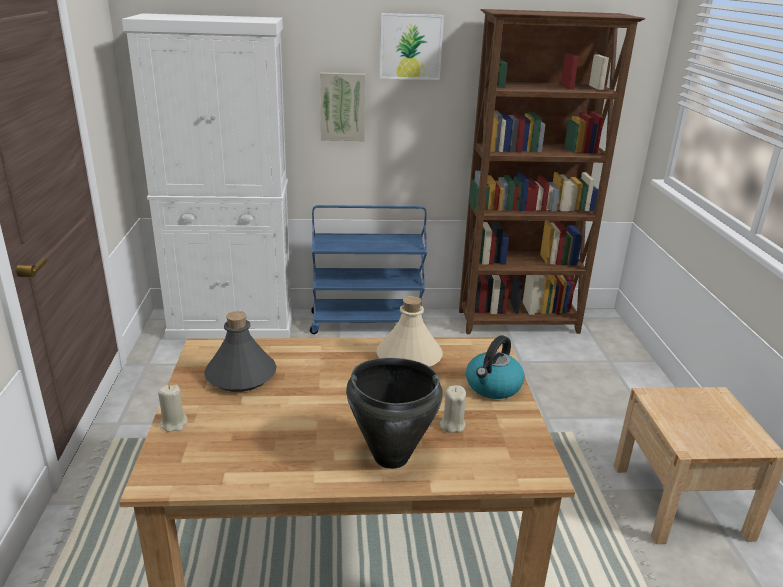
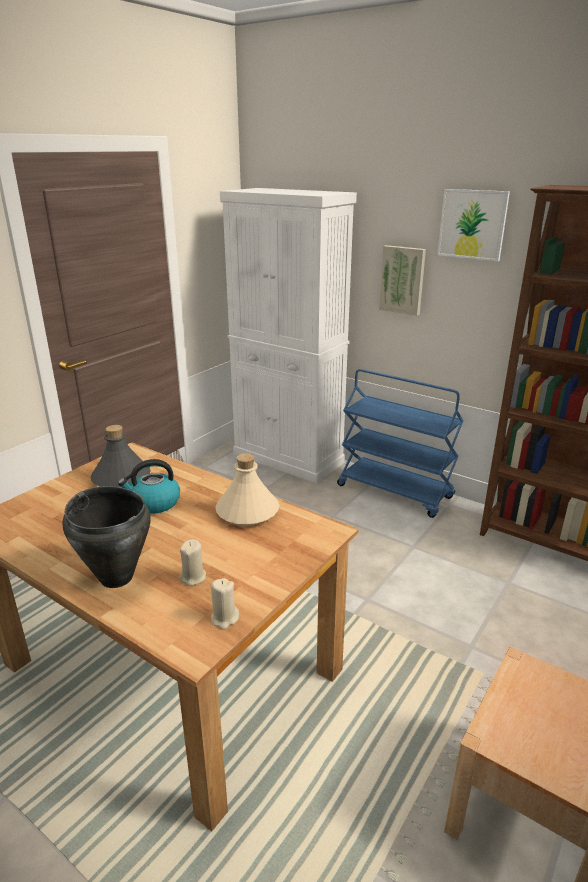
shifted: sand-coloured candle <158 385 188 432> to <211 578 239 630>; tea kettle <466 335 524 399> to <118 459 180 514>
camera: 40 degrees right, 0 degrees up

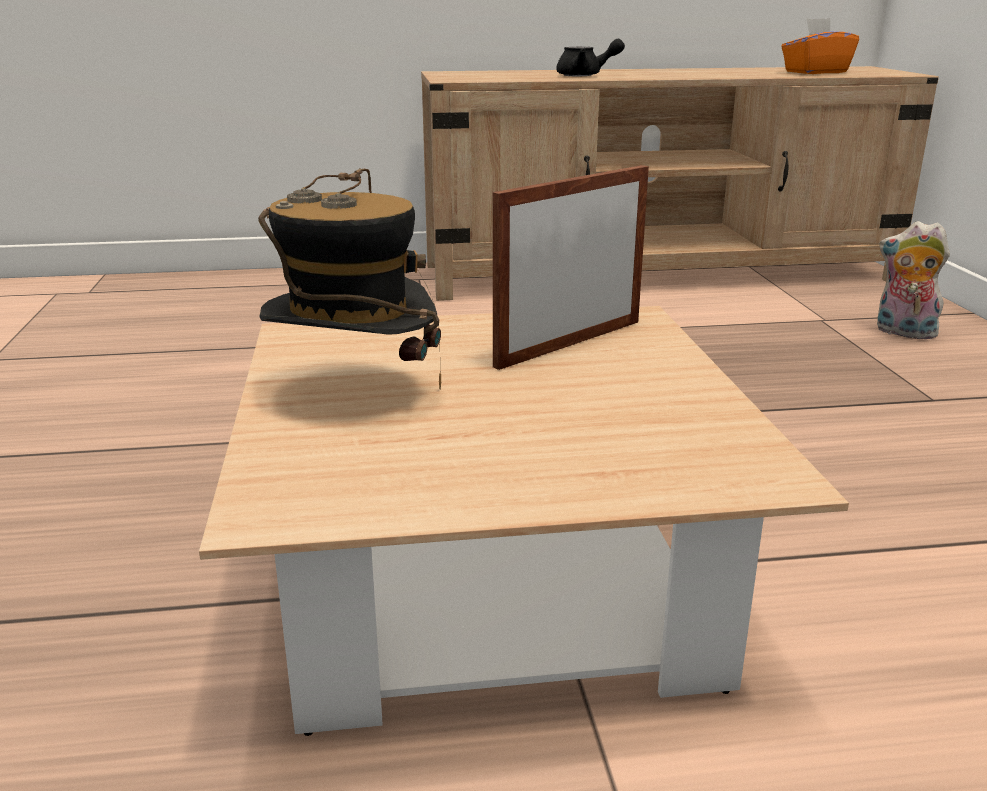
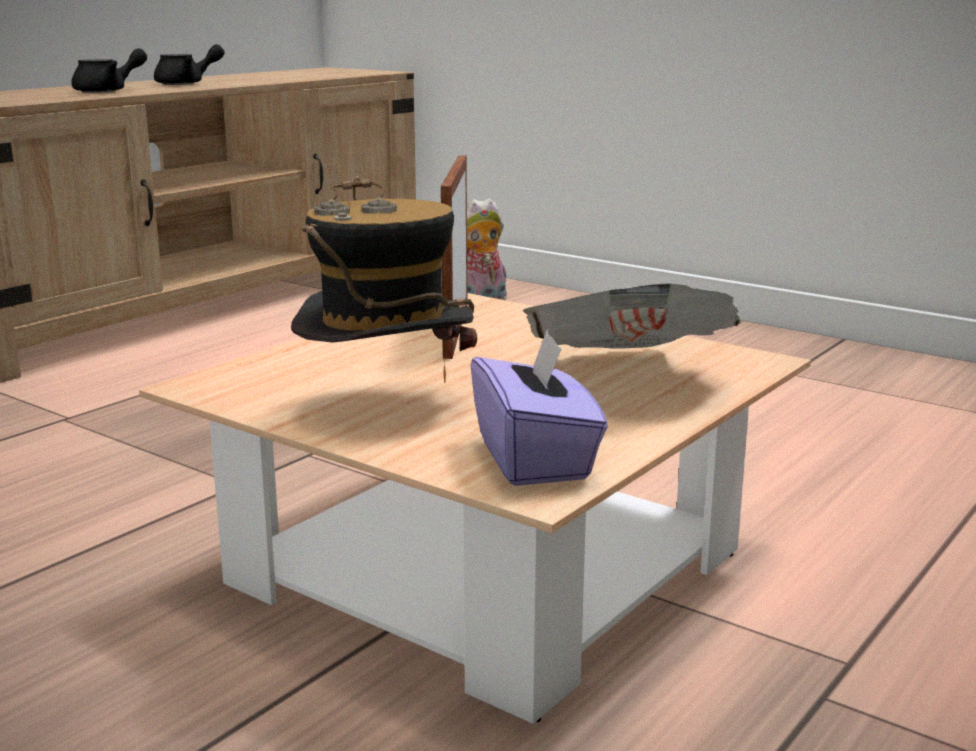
gone: orangey tissue box <781 18 859 74>
new: black-coloured tea pot <154 44 225 85>; purplish tissue box <470 329 608 486>; daily paper <522 284 742 349>
camera: 45 degrees left, 5 degrees down

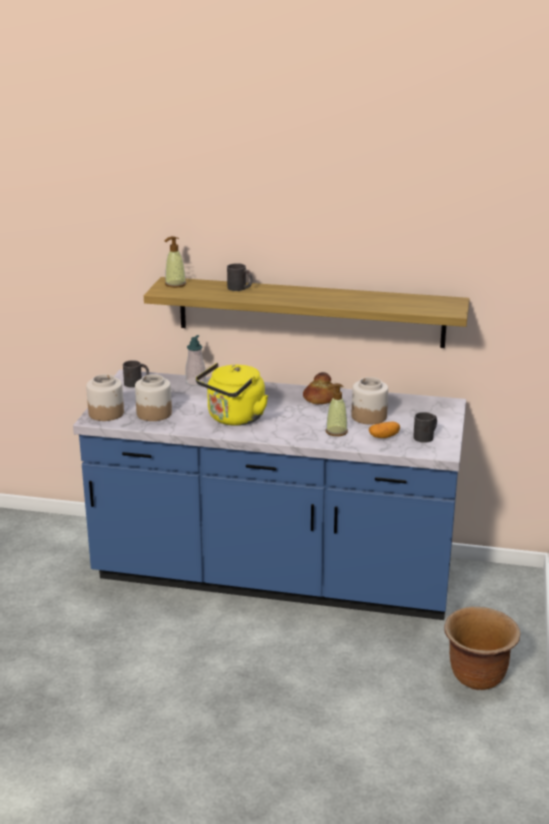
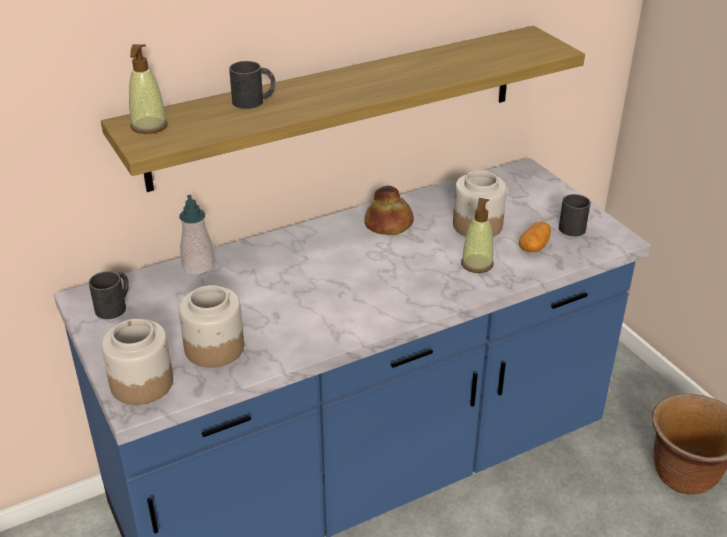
gone: yellow-coloured tea kettle <196 363 268 426>
camera: 40 degrees left, 10 degrees up

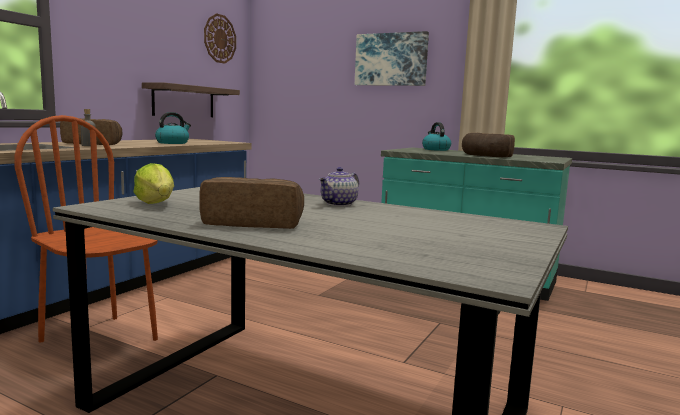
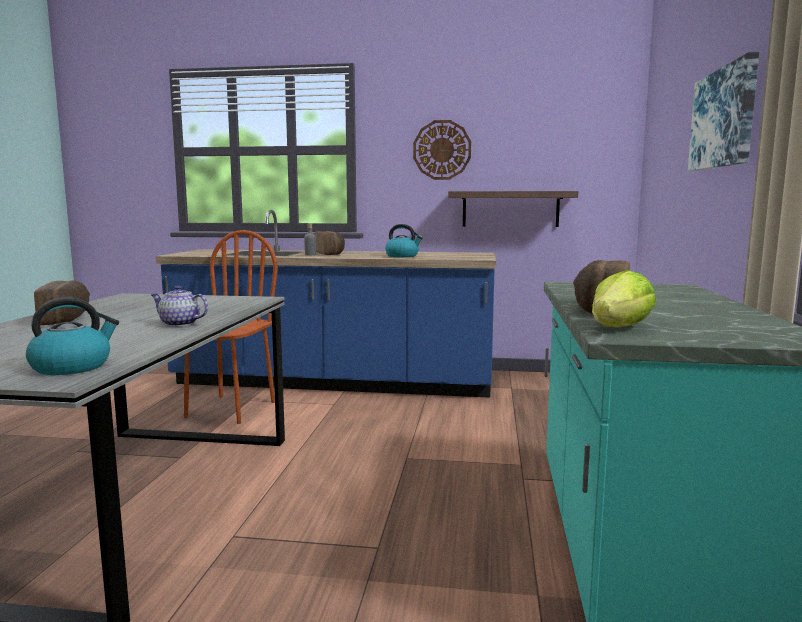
shifted: lettuce head <133 163 174 204> to <592 270 656 327>; hanging clock <204 13 236 64> to <413 120 471 180>; tea kettle <422 122 451 151> to <26 297 119 375>
camera: 70 degrees right, 0 degrees up

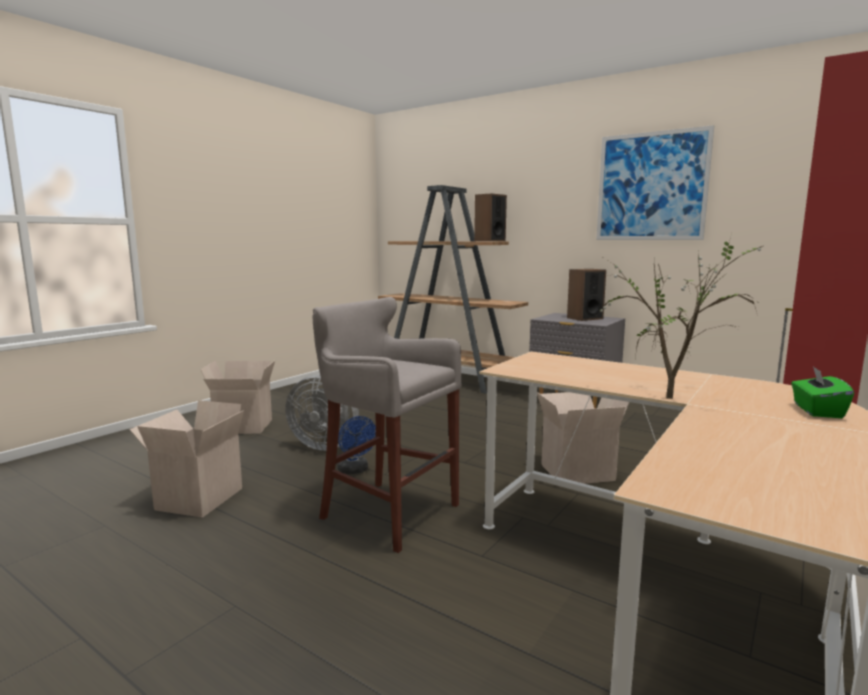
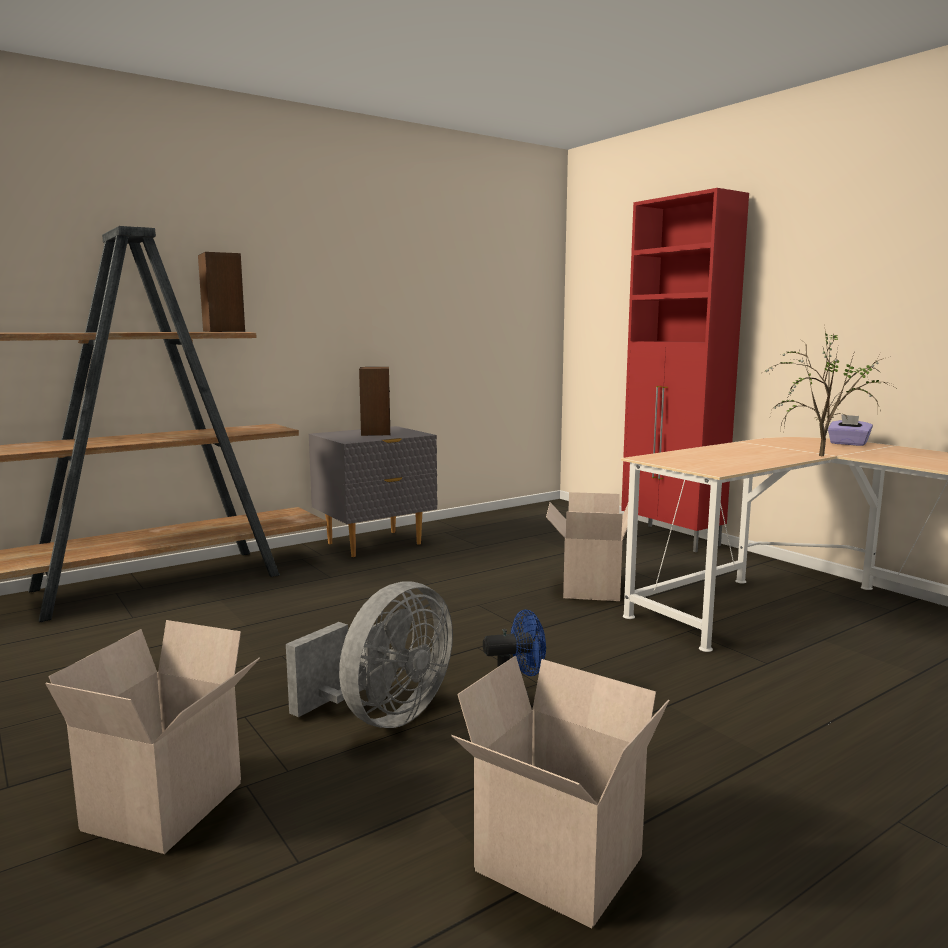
gone: greyish stool <312 297 461 553>; wall picture <597 125 714 240>
repainted: green tissue box <791 366 854 418> to purplish tissue box <828 414 873 446>
camera: 70 degrees left, 0 degrees up

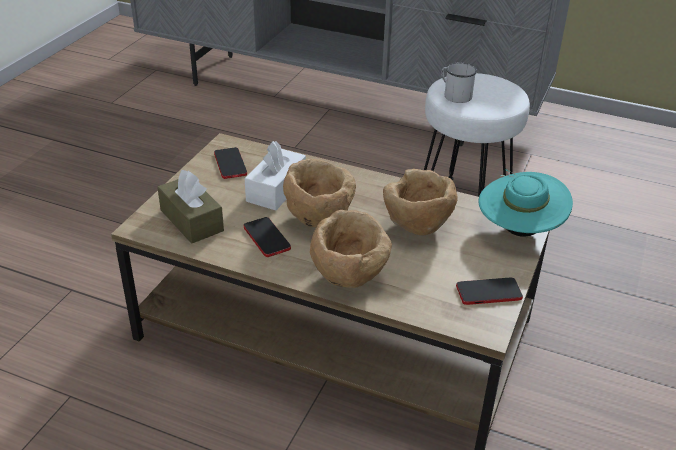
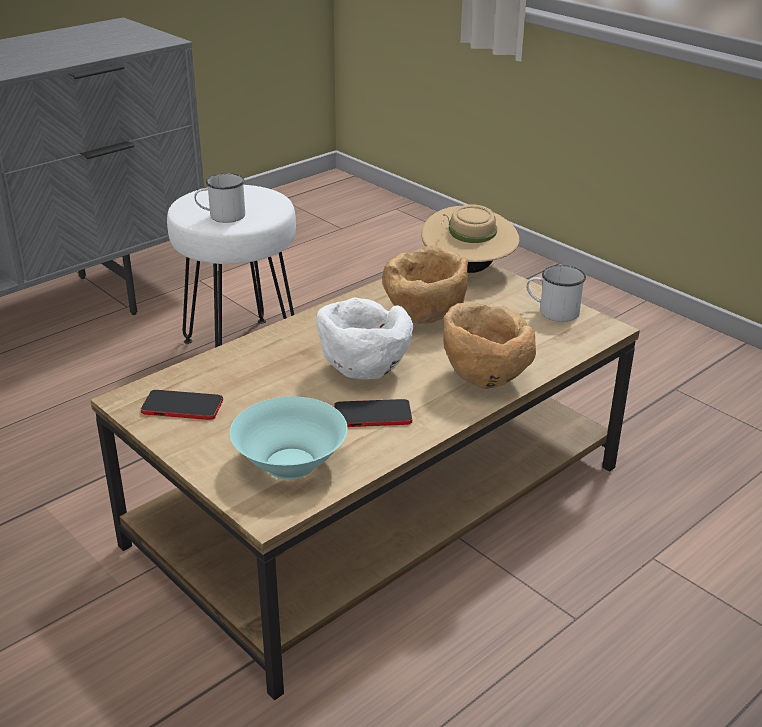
gone: whitish tissue box <245 141 306 210>
swapped: brownish tissue box <157 170 224 243> to blue-green bowl <230 396 348 480>; phone <456 278 523 305> to whitish coffee mug <527 265 586 322>
repainted: brownish bowl <283 158 356 228> to whitish bowl <316 297 413 379>; blue-green clothing hat <478 169 573 237> to sand-coloured clothing hat <421 204 520 273>
camera: 65 degrees left, 5 degrees down

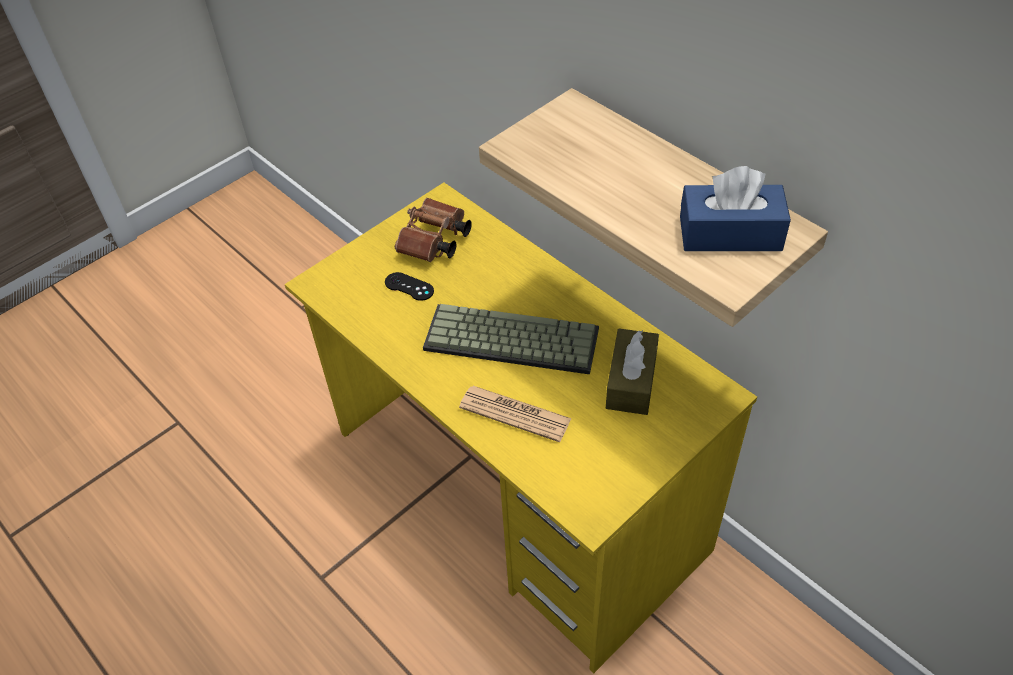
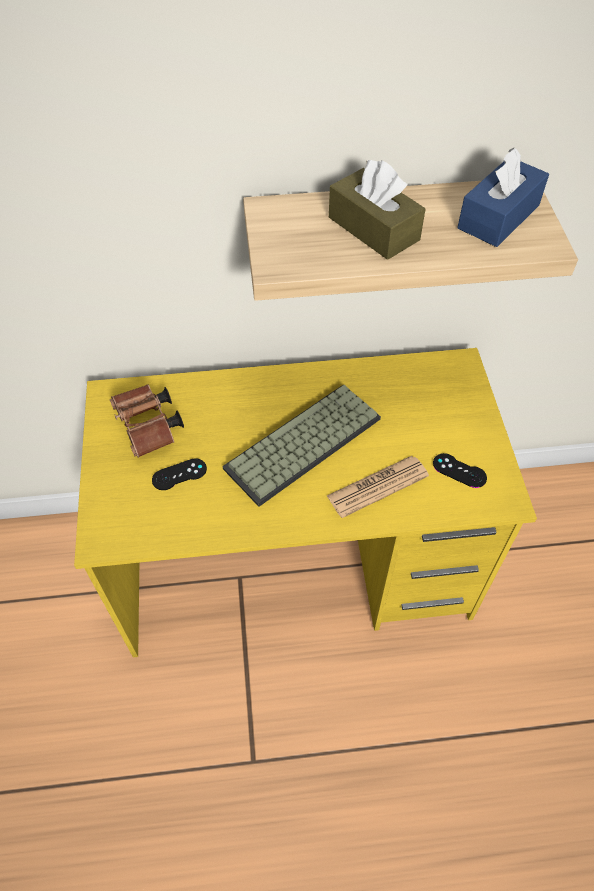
new: black-coloured game controller <433 453 487 488>
shifted: brownish tissue box <606 328 659 415> to <329 160 426 260>
camera: 55 degrees left, 5 degrees up

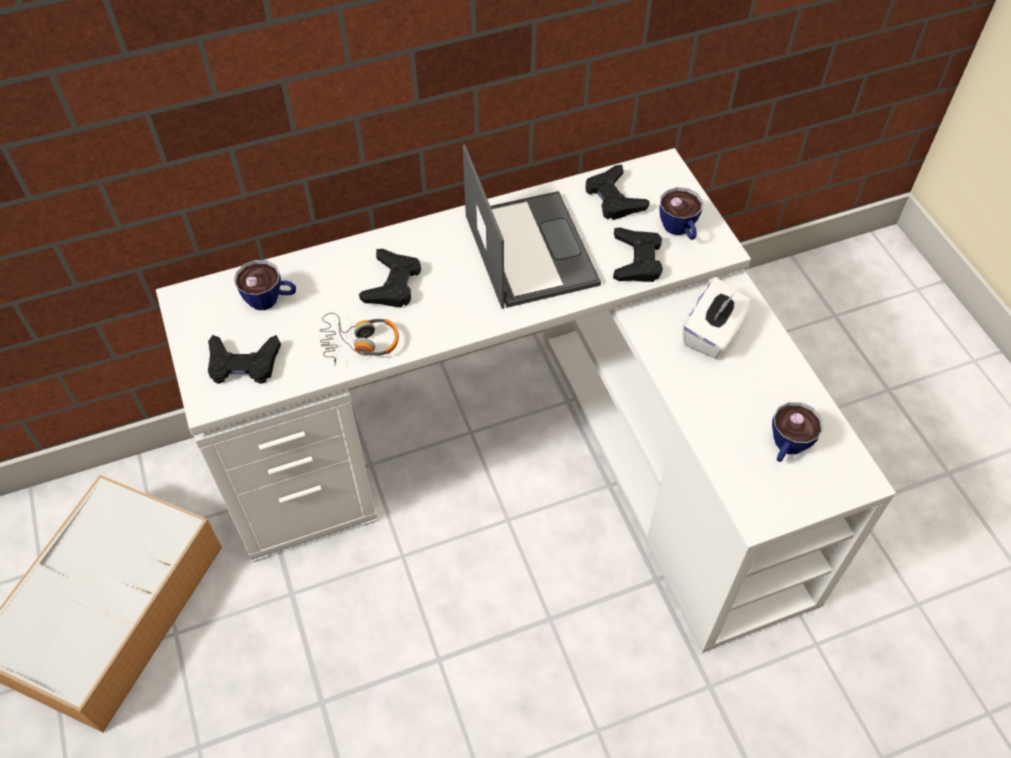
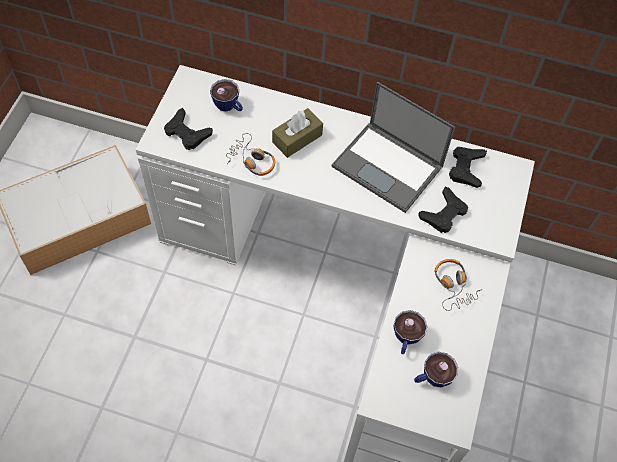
shifted: drinking cup <659 187 703 240> to <393 310 428 354>
swapped: black-coloured game controller <359 249 421 308> to brownish tissue box <272 108 323 158>; whitish tissue box <682 277 752 359> to pair of headphones <435 259 482 311>
rotated: portable computer <463 145 601 309> = <332 82 455 213> 105 degrees clockwise
camera: 35 degrees right, 5 degrees up

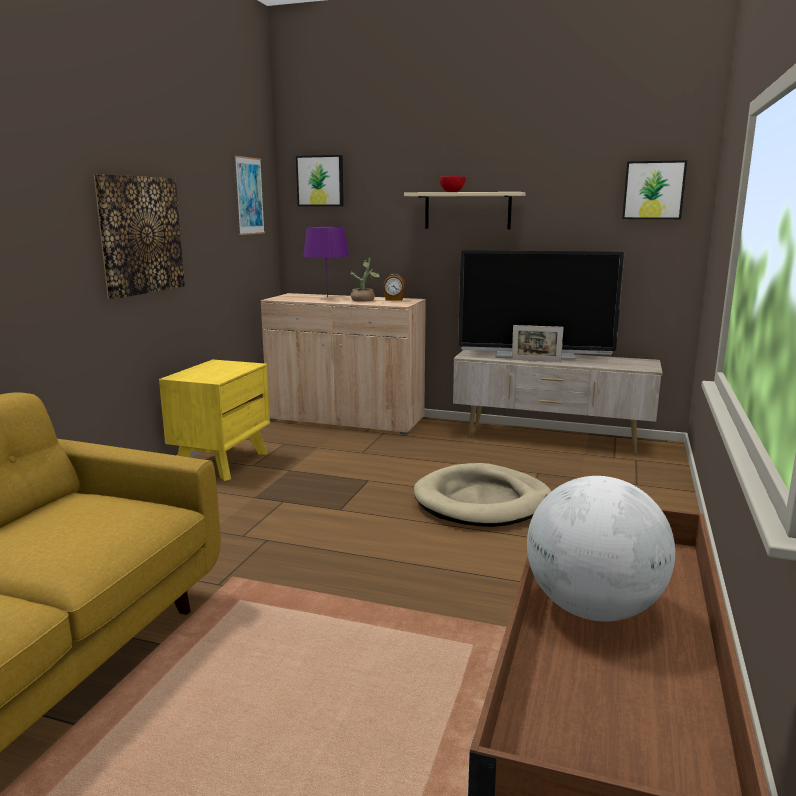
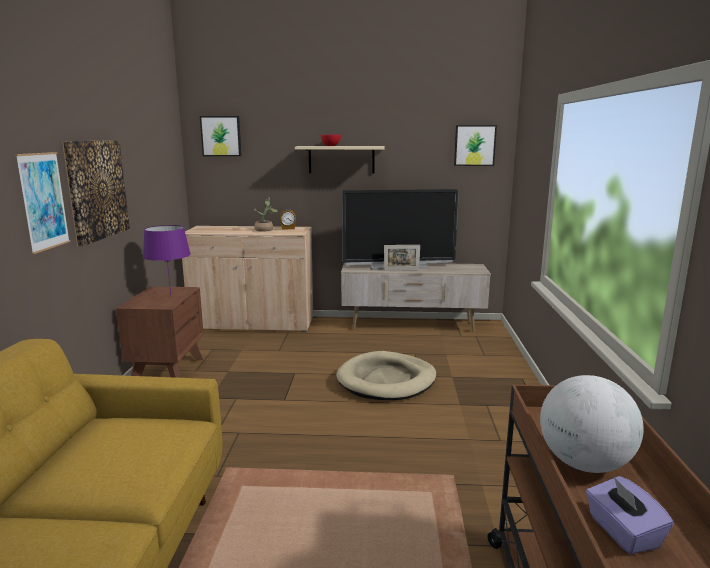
new: purplish tissue box <586 476 674 554>
shifted: wall picture <234 156 265 235> to <15 152 70 254>; purplish tabletop lamp <303 227 349 298> to <143 225 191 295>
repainted: yellow-coloured nightstand <159 359 270 481> to brownish nightstand <116 286 204 378>
camera: 15 degrees left, 0 degrees up

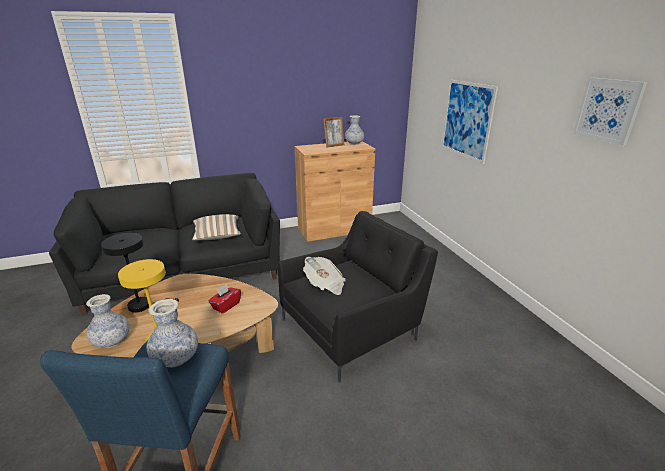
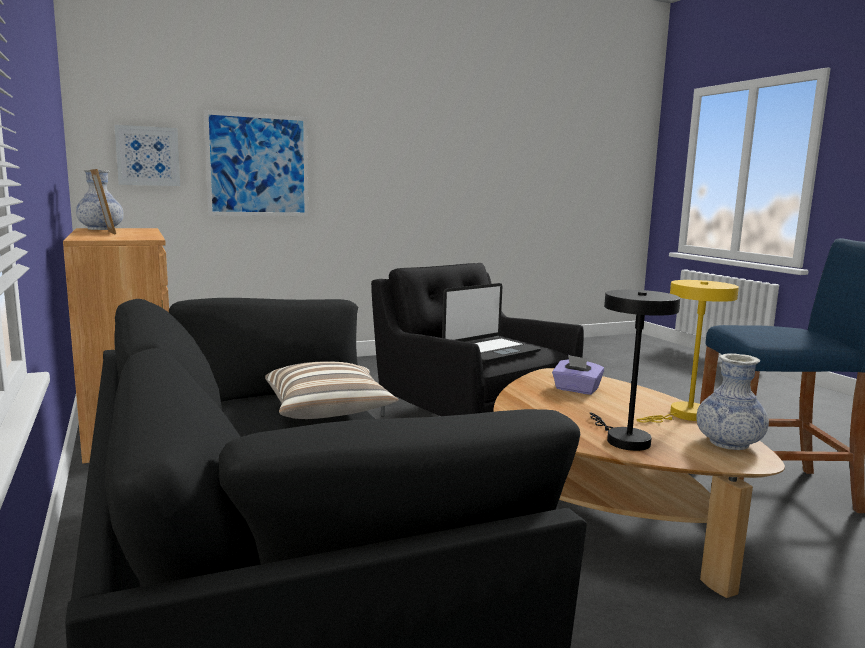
gone: decorative vase <146 299 198 367>
shifted: wall picture <573 77 647 145> to <115 125 180 186>
swapped: daily paper <303 257 346 295> to portable computer <442 283 541 363>
repainted: red tissue box <209 284 241 314> to purplish tissue box <552 355 604 395>
camera: 95 degrees left, 15 degrees down

